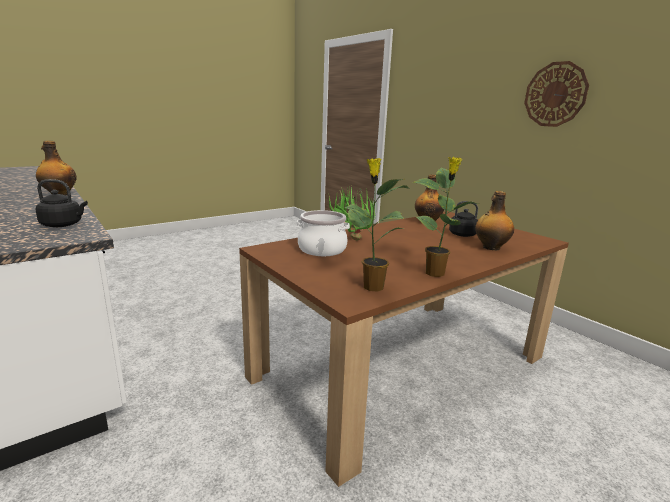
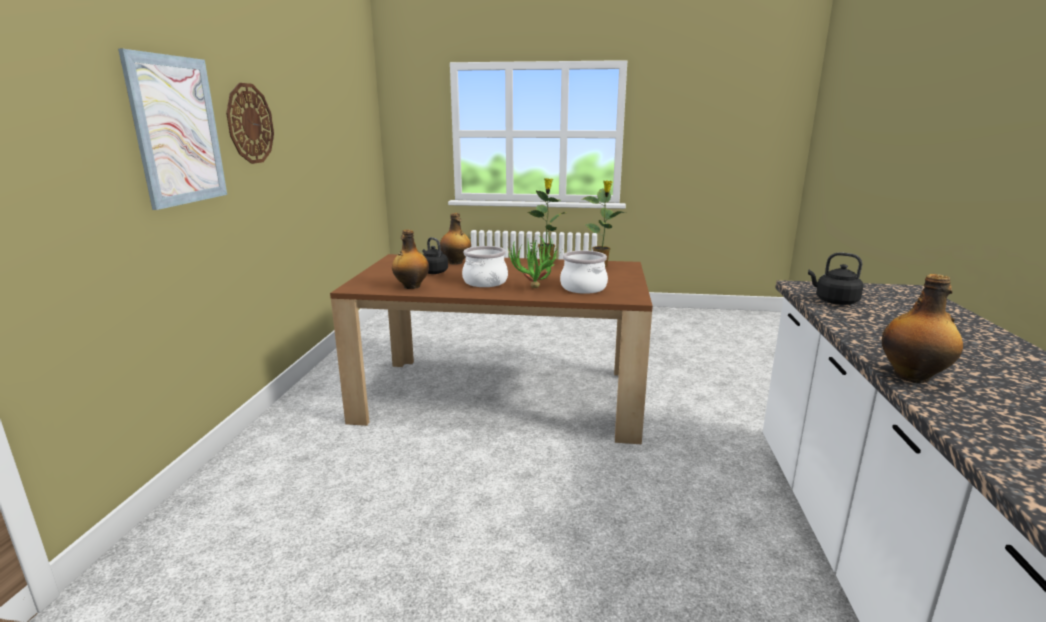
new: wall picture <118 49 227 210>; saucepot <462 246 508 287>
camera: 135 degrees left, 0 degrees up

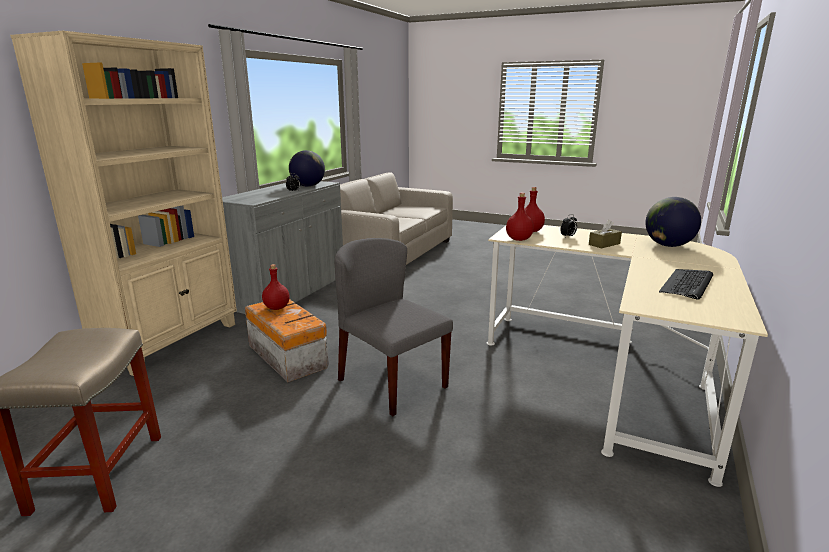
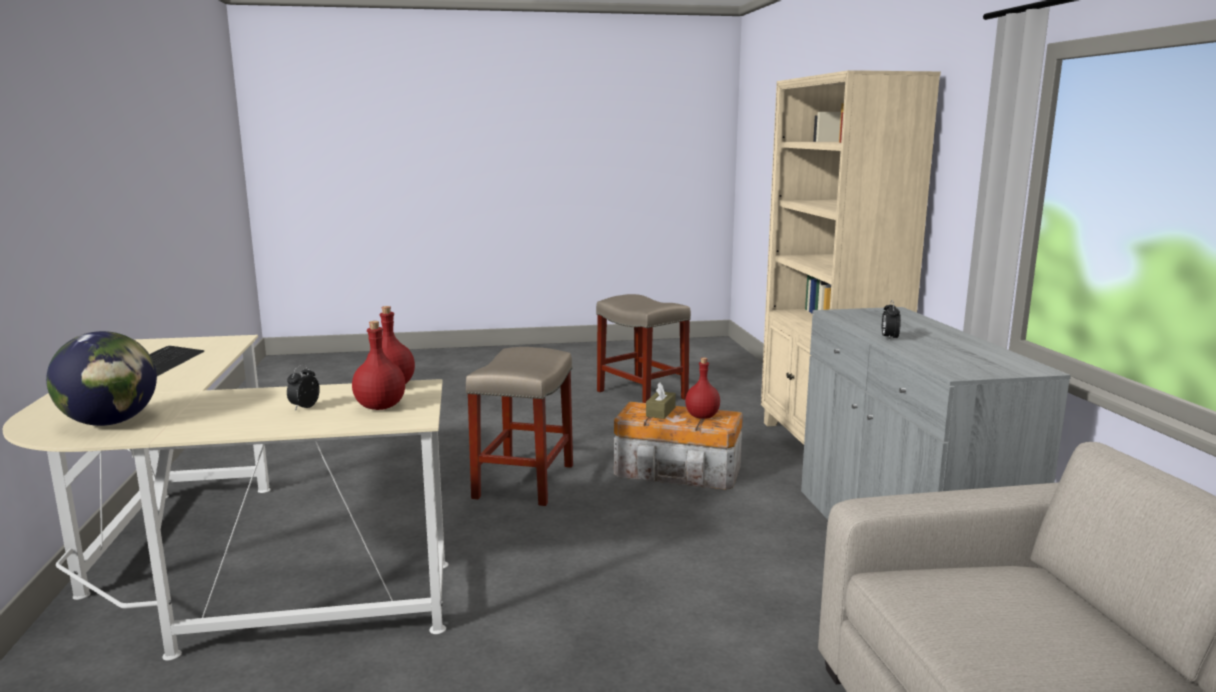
gone: globe <289 150 325 187>
shifted: brownish tissue box <589 220 622 248> to <646 382 676 419>
swapped: greyish plain chair <335 238 453 416> to sand-coloured stool <466 347 573 506>
camera: 145 degrees right, 5 degrees down

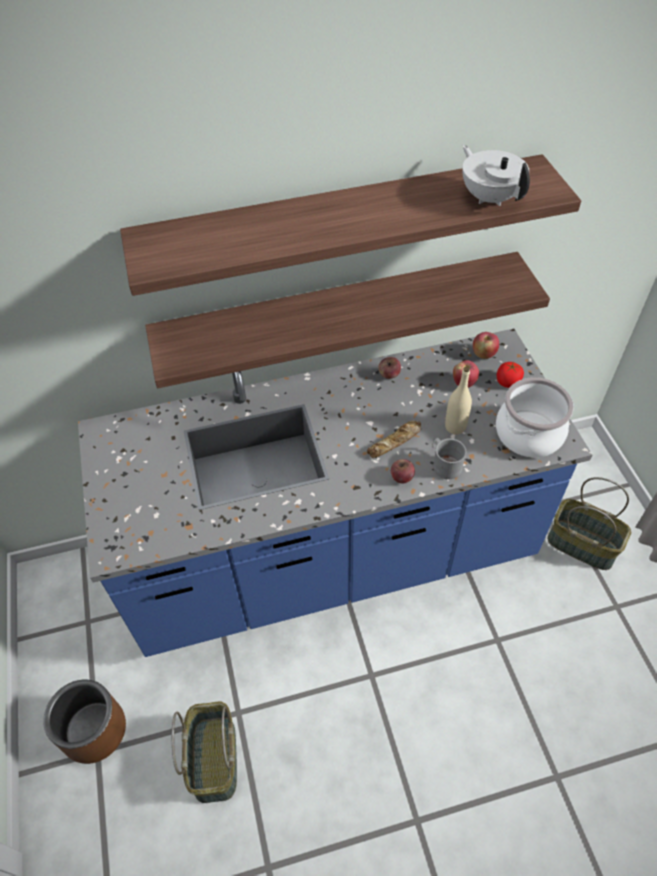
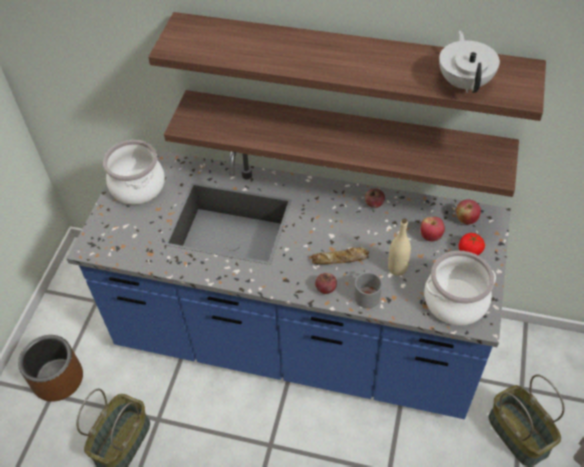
new: saucepot <103 140 165 205>
camera: 30 degrees right, 0 degrees up

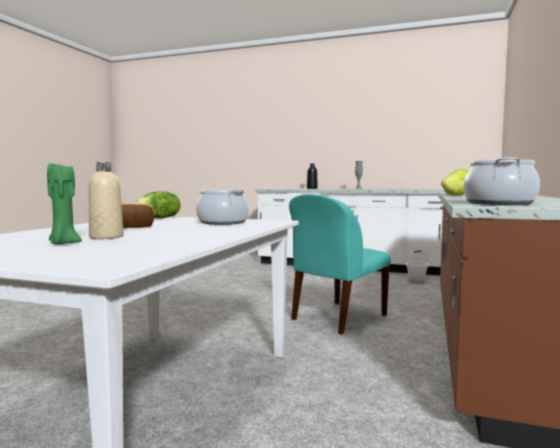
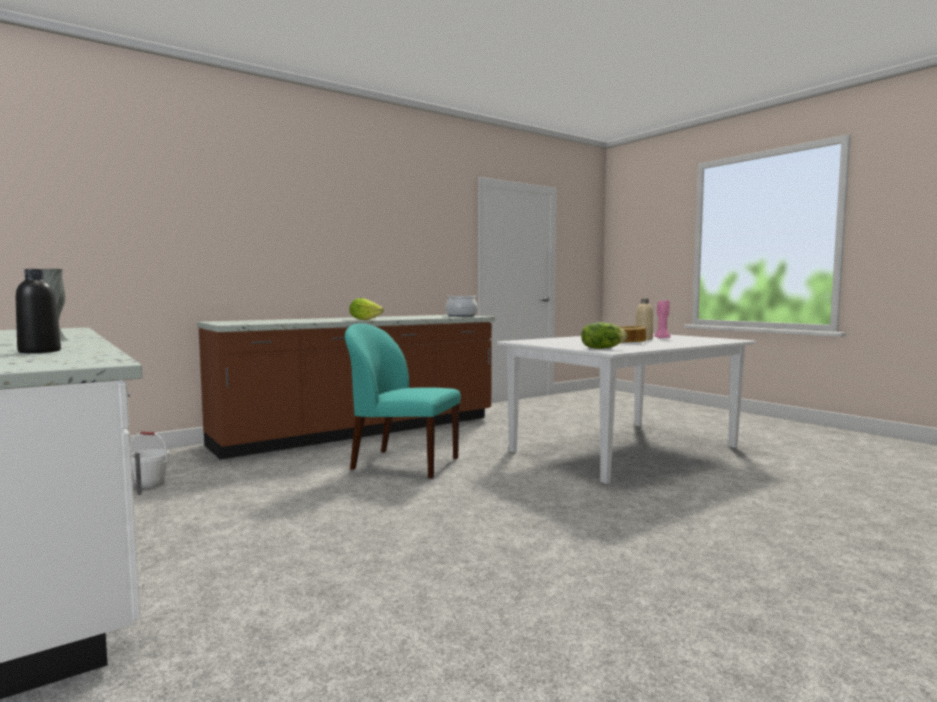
gone: saucepot <196 189 249 225>
repainted: green candle <47 161 82 244> to pinkish candle <654 300 671 338>
rotated: blue-green plain chair <289 194 391 335> = <345 323 461 479> 150 degrees counterclockwise
camera: 145 degrees left, 0 degrees up

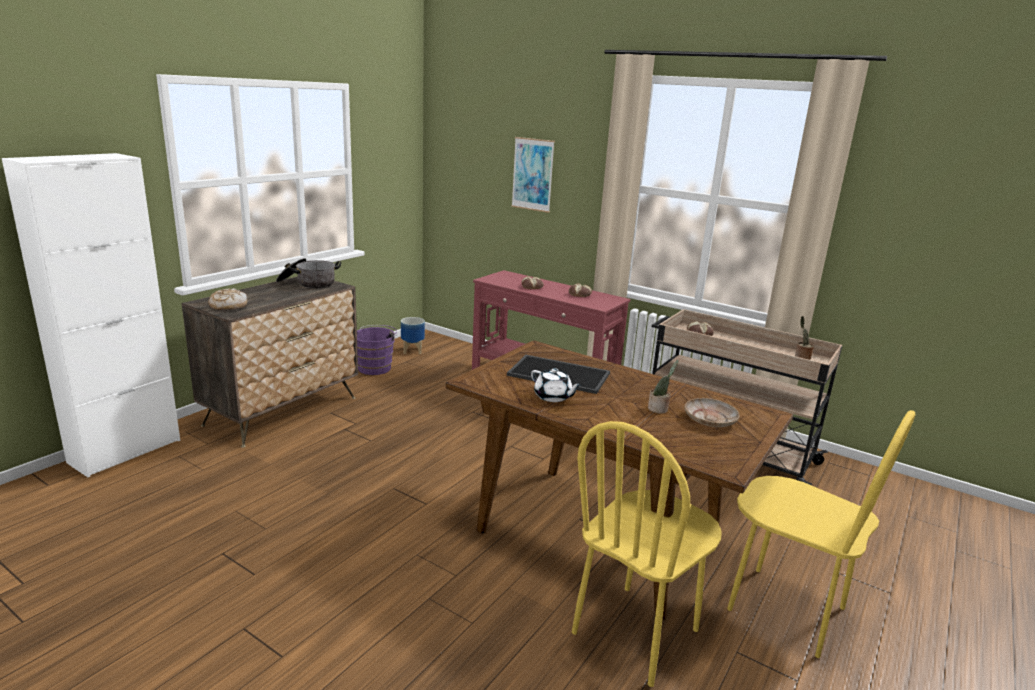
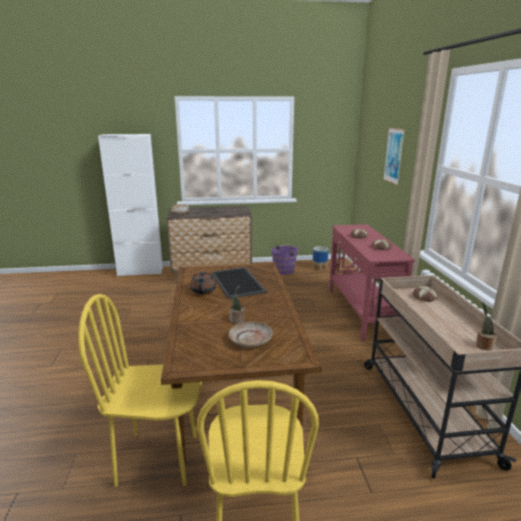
gone: saucepot <276 258 341 288>
repainted: whitish tea pot <531 368 582 402> to brownish tea pot <190 272 216 295>
camera: 50 degrees right, 0 degrees up

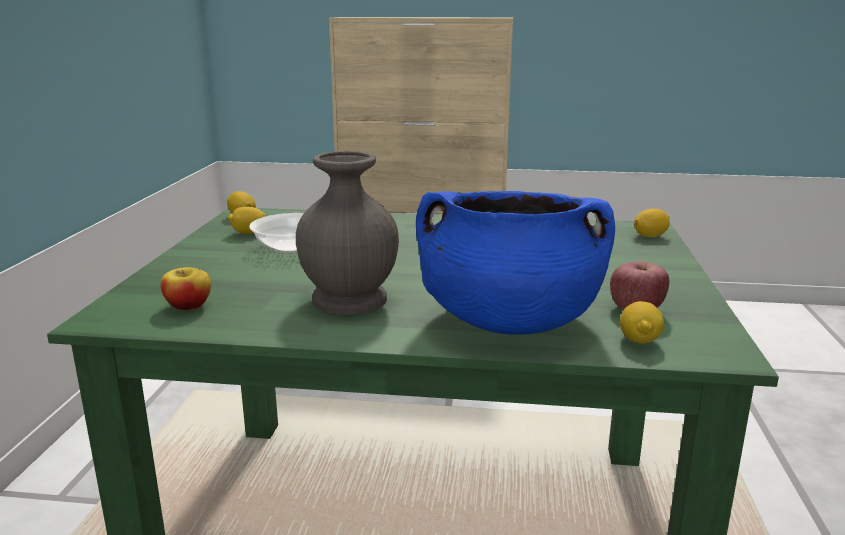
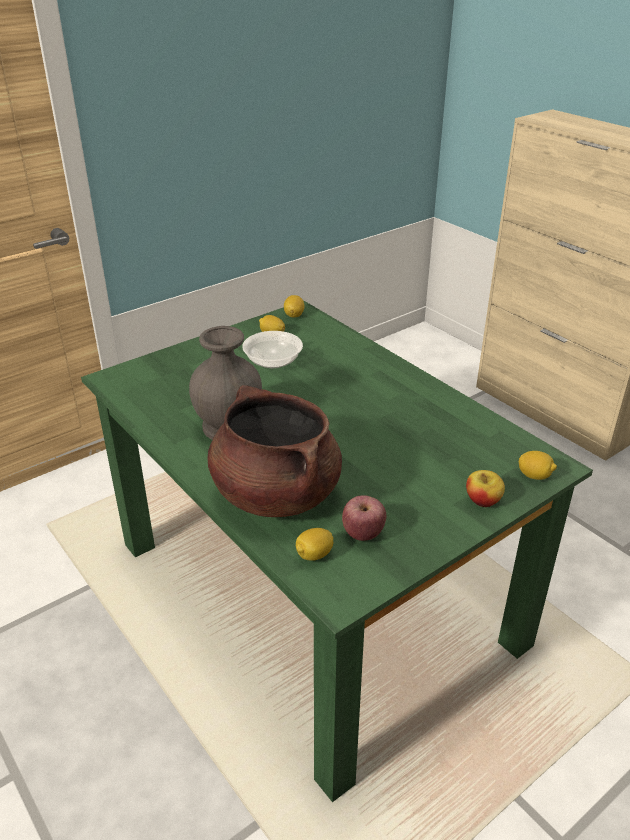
shifted: whole apple <160 267 211 311> to <466 470 505 507>
repainted: bluish saucepot <416 191 615 335> to brownish saucepot <208 385 342 517>
camera: 45 degrees right, 15 degrees up

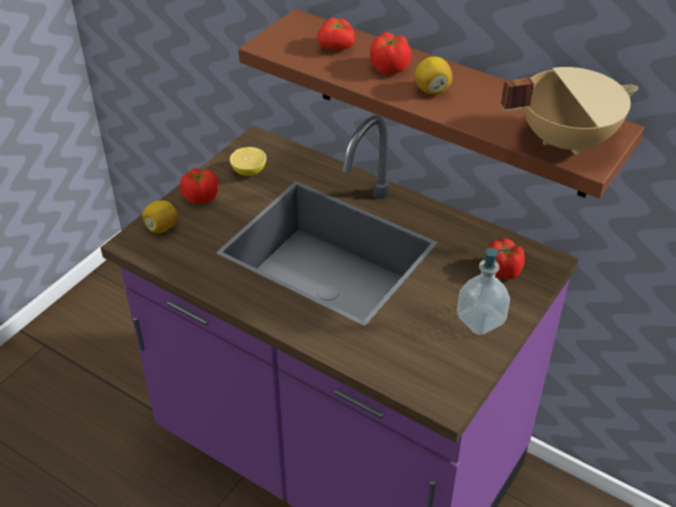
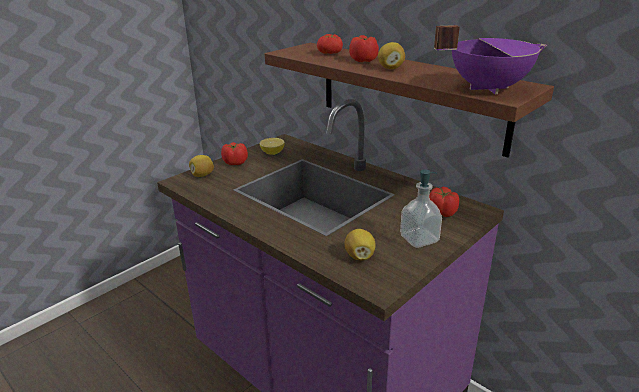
new: whole lemon <344 229 376 260>
repainted: sand-coloured saucepot <501 67 638 155> to purplish saucepot <434 25 547 94>
camera: 10 degrees right, 15 degrees down

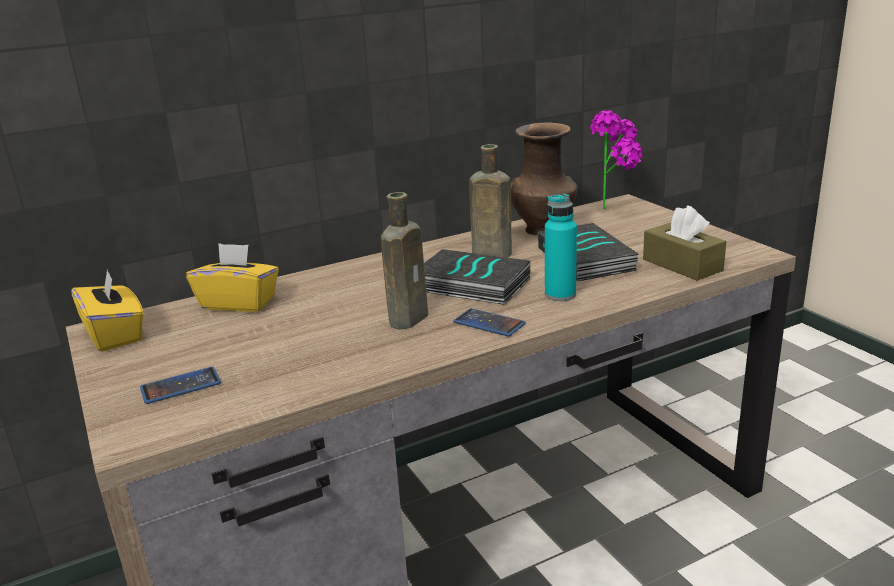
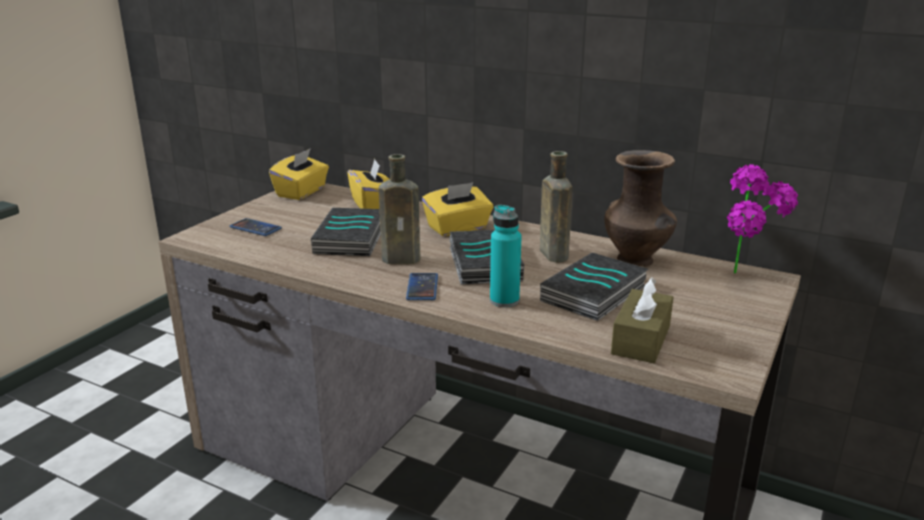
new: book <311 208 381 256>; yellow-coloured tissue box <422 182 493 236>
camera: 55 degrees right, 0 degrees up

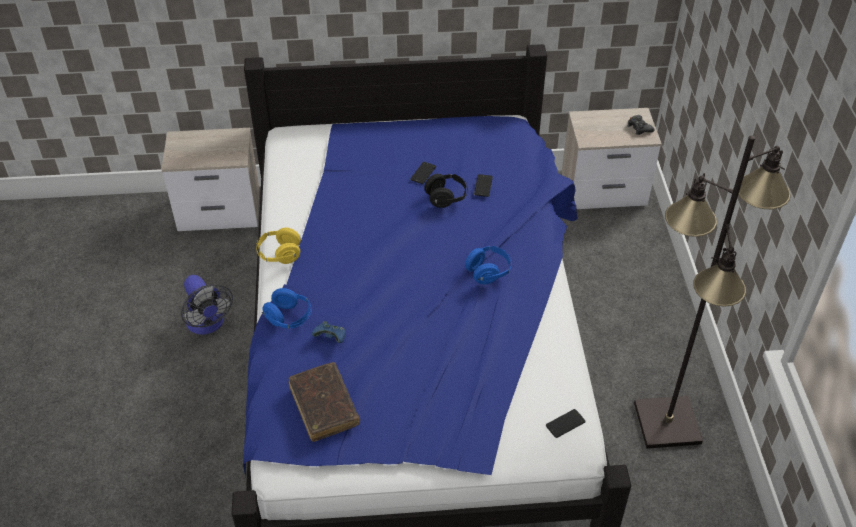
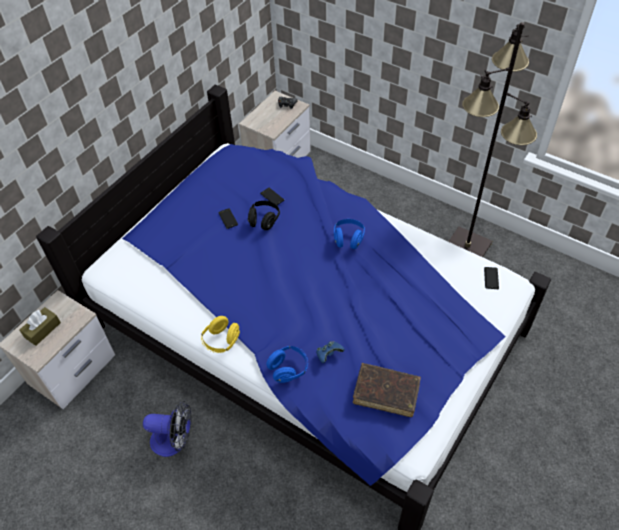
new: brownish tissue box <19 307 61 346>
camera: 50 degrees left, 5 degrees up

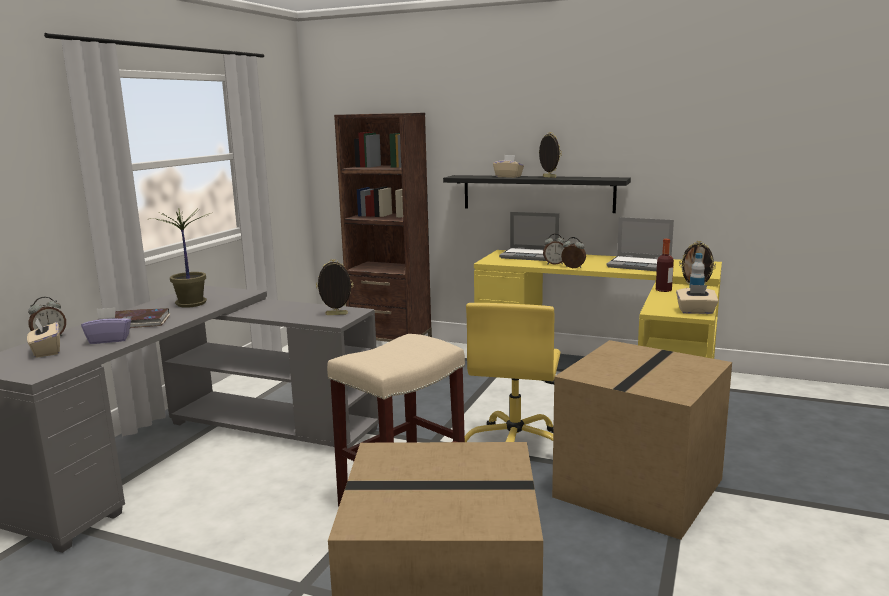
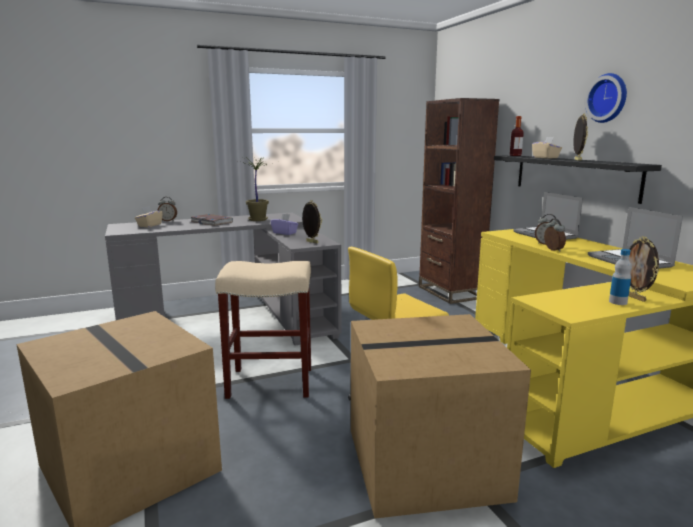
gone: sand-coloured tissue box <676 284 718 314>
new: hanging clock <585 73 627 123>
shifted: purplish tissue box <81 307 131 344> to <270 213 299 235>; bottle <656 239 674 292> to <510 116 524 156>
camera: 45 degrees right, 0 degrees up

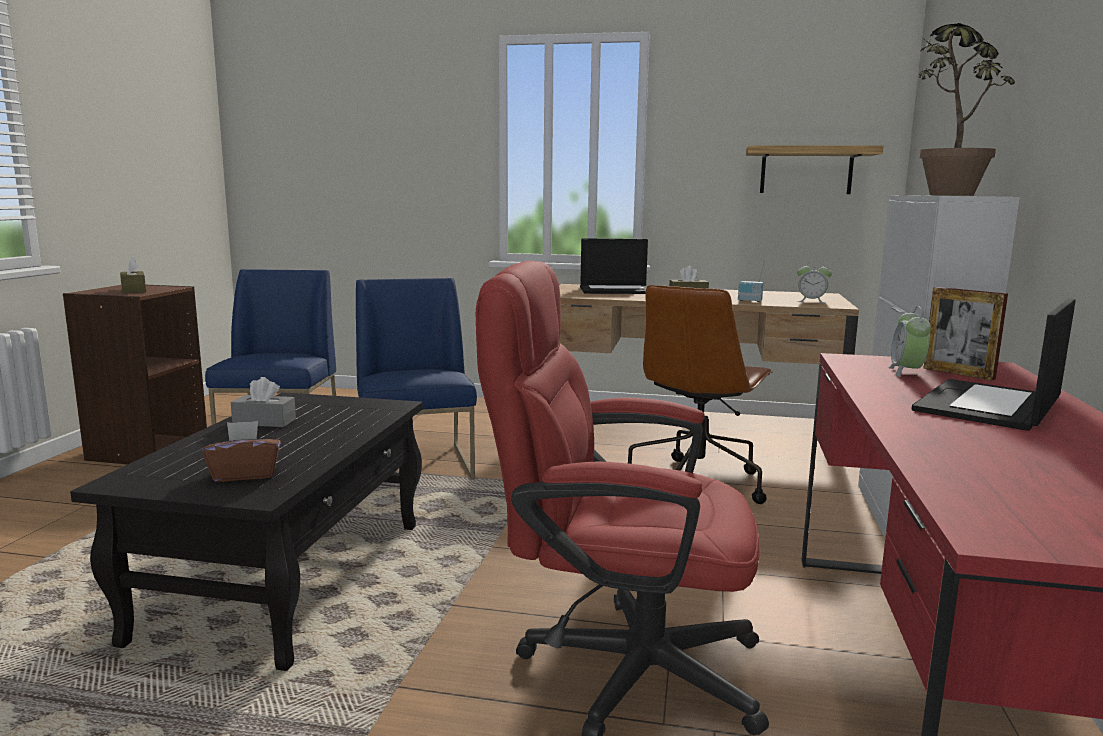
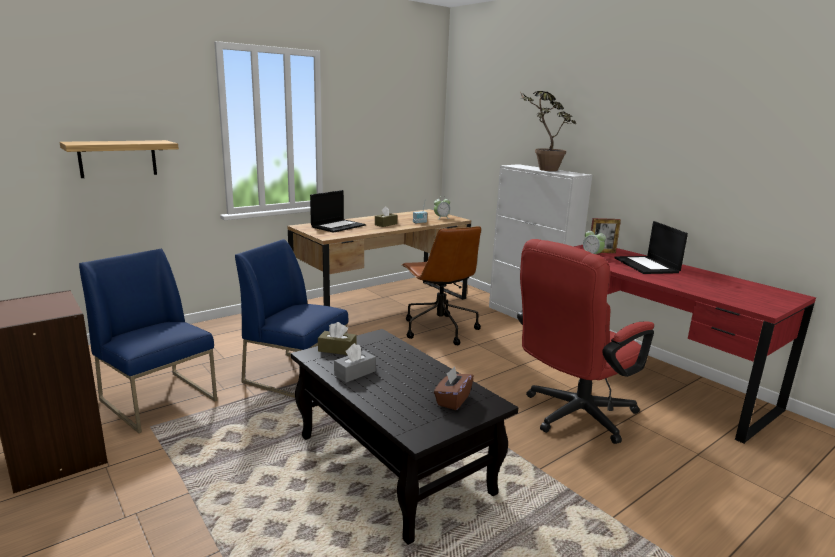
shifted: brownish tissue box <120 257 146 293> to <318 322 357 355>; bracket shelf <746 145 883 194> to <59 140 179 178>
camera: 50 degrees left, 5 degrees up

